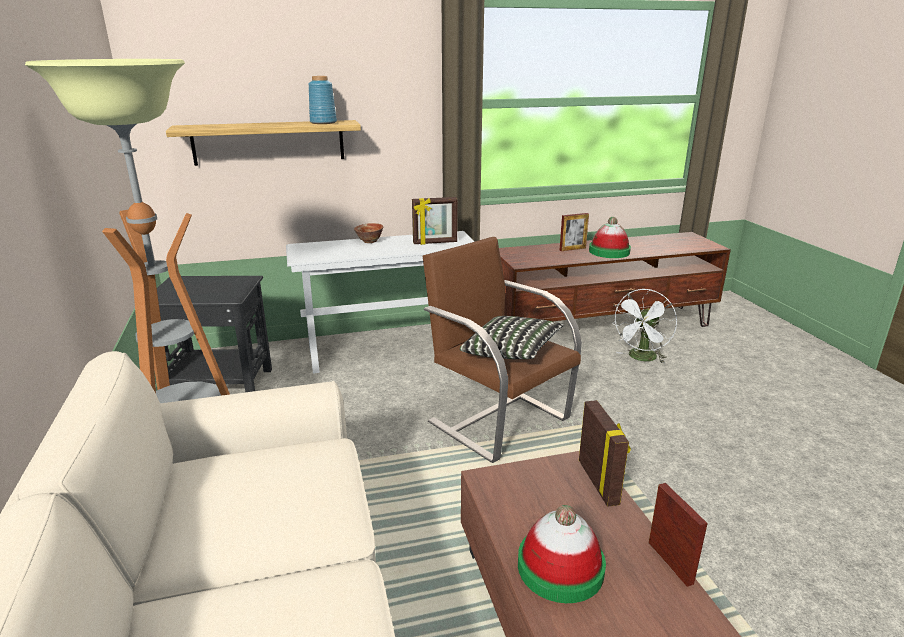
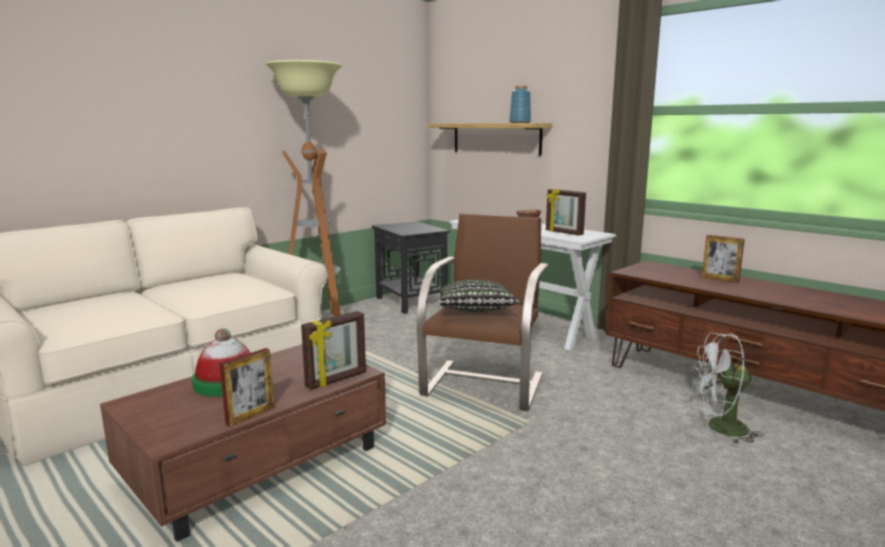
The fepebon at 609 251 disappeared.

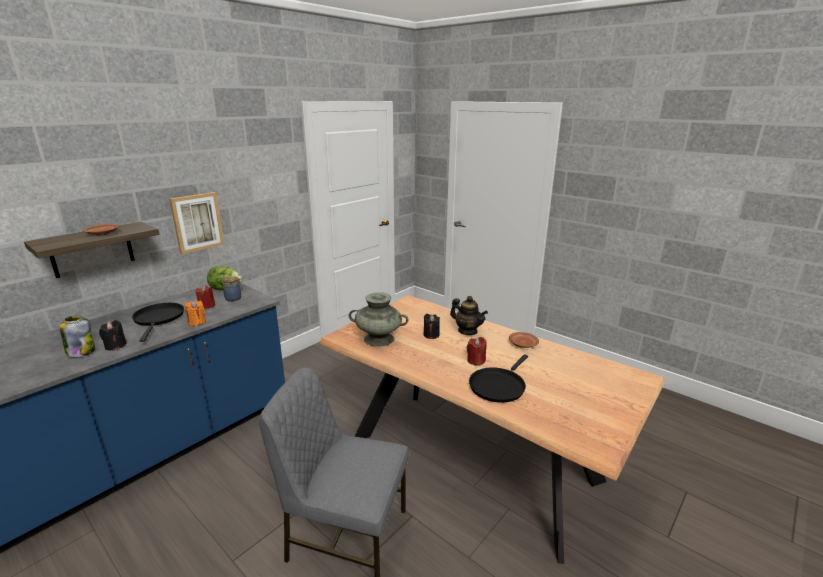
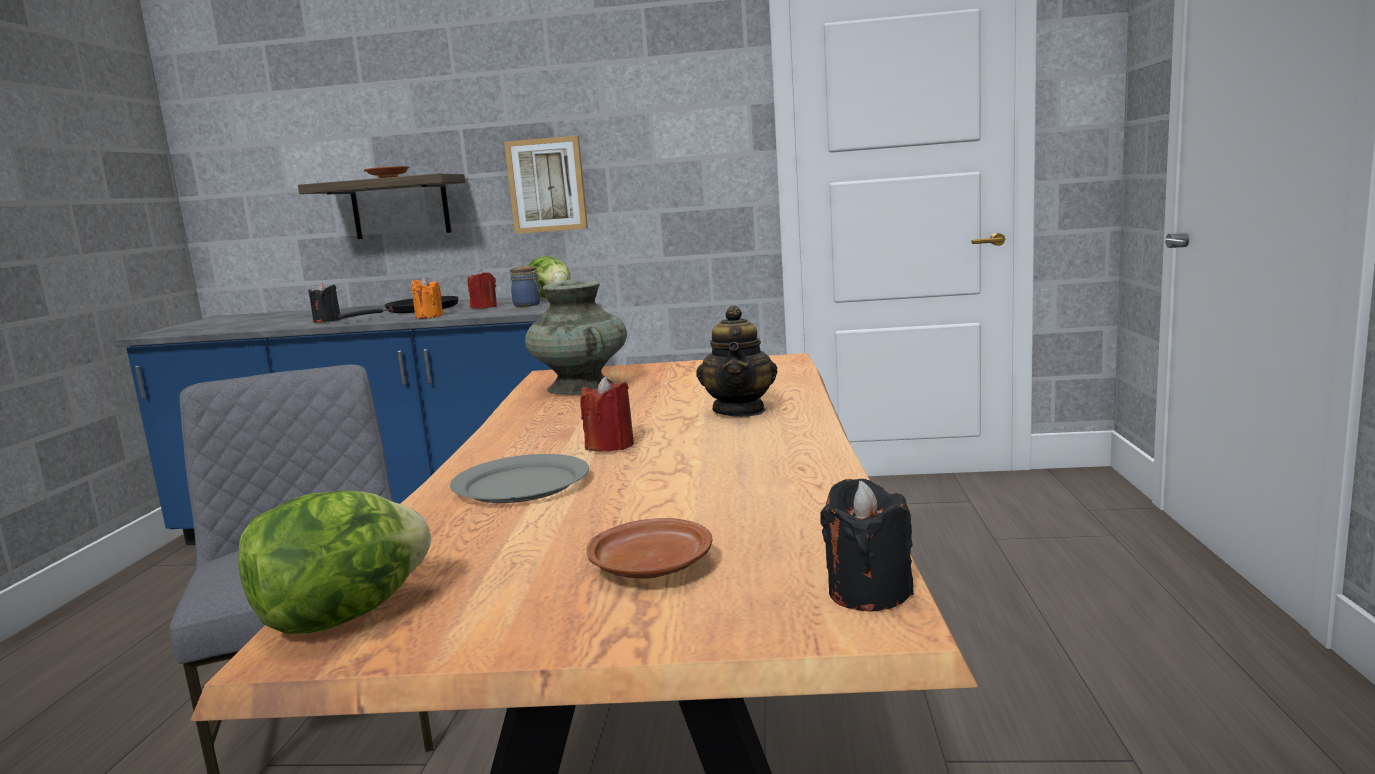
The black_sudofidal moved from 431 335 to 868 593. The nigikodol at 81 352 disappeared. The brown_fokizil moved from 522 344 to 651 567. The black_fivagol at 498 386 was replaced by the grey_fokizil at 520 484. The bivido at 343 617 appeared.

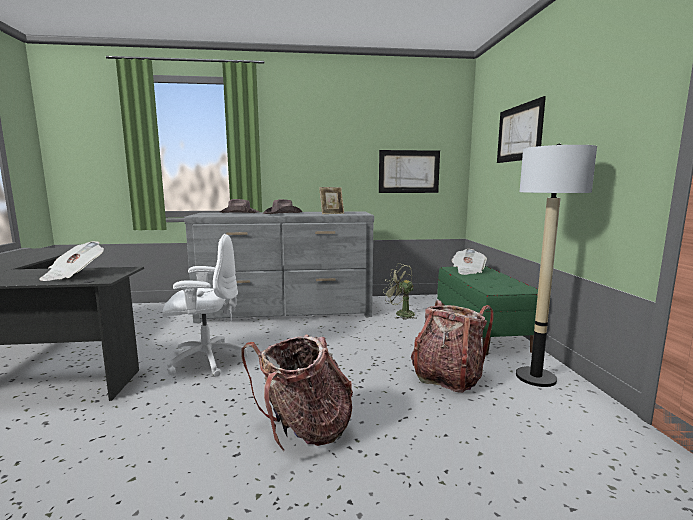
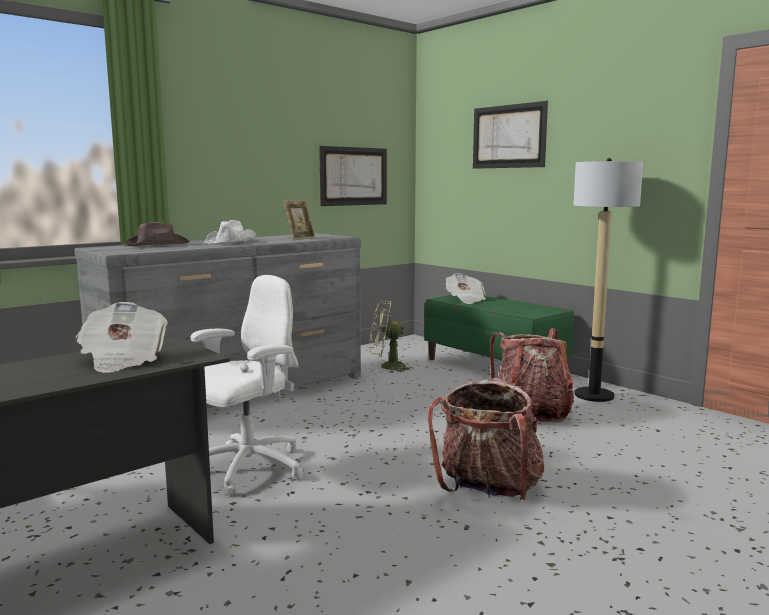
The brown_fepebon at 283 213 became the white_fepebon at 231 242.

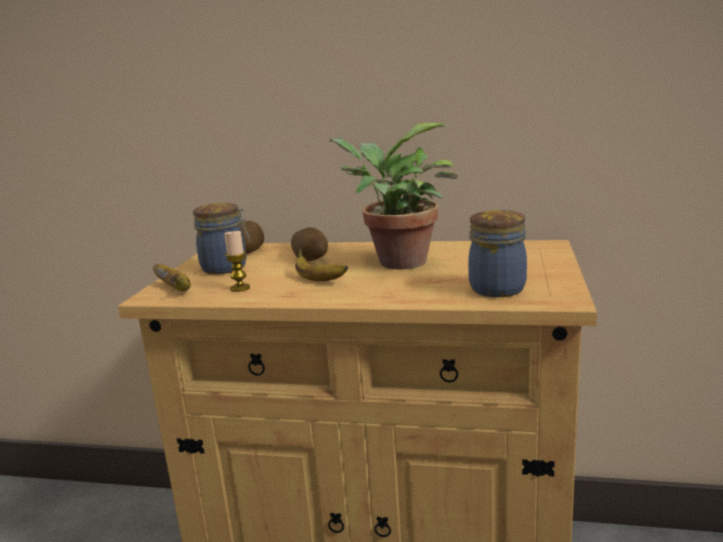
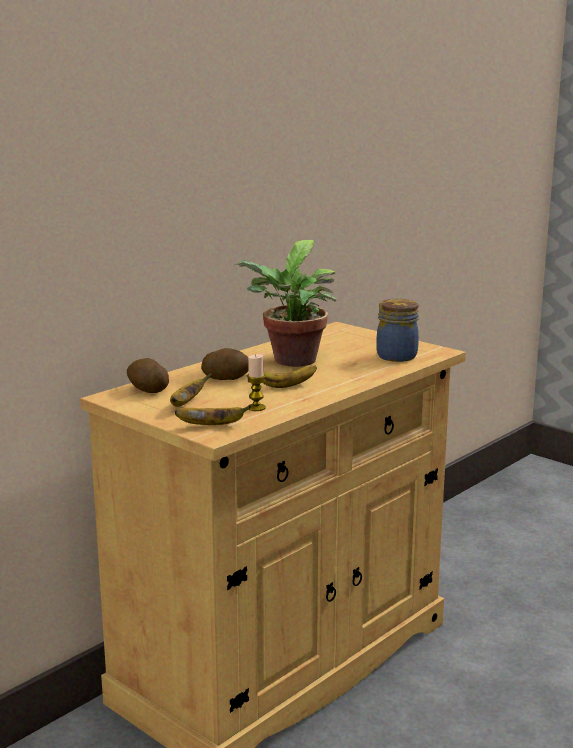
The nigikodol at 226 268 was replaced by the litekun at 186 404.

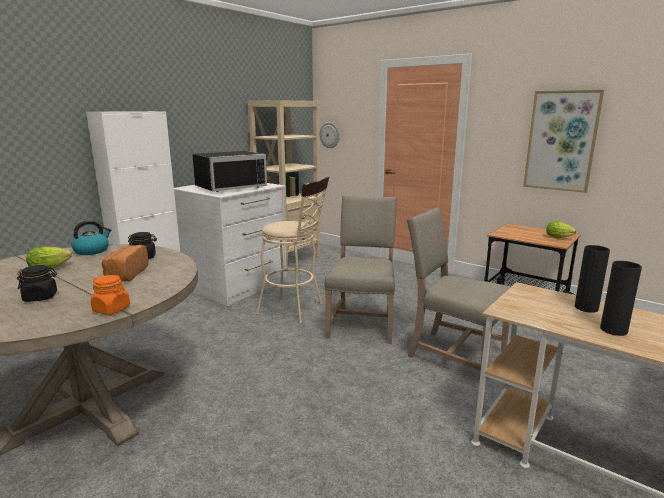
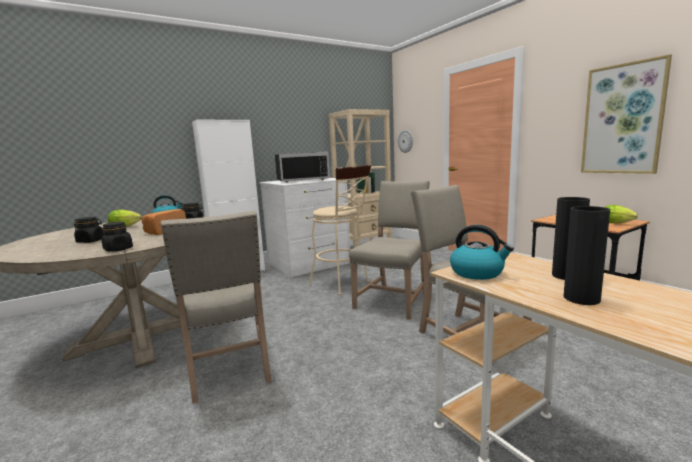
The orange_nigikodol at 112 309 became the black_nigikodol at 118 249. The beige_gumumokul at 229 368 appeared. The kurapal at 477 273 appeared.

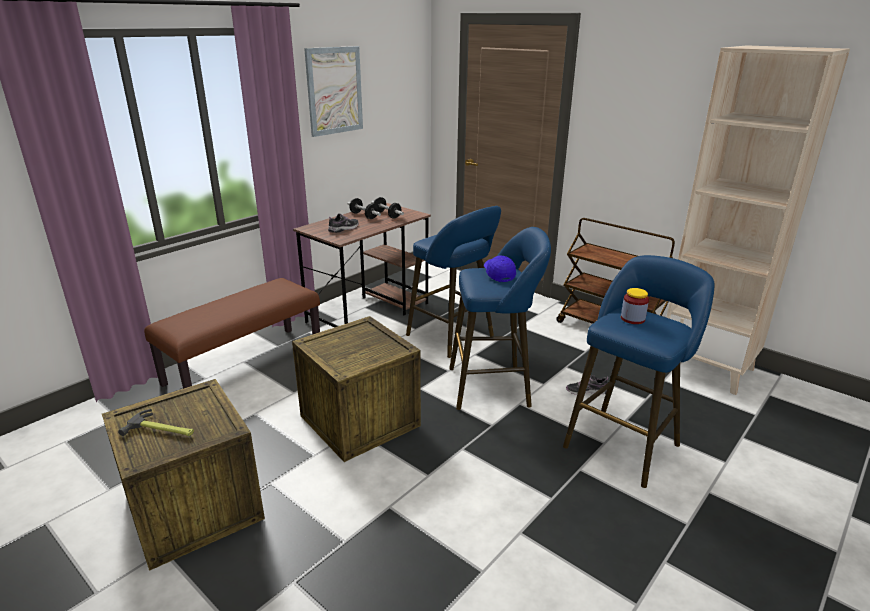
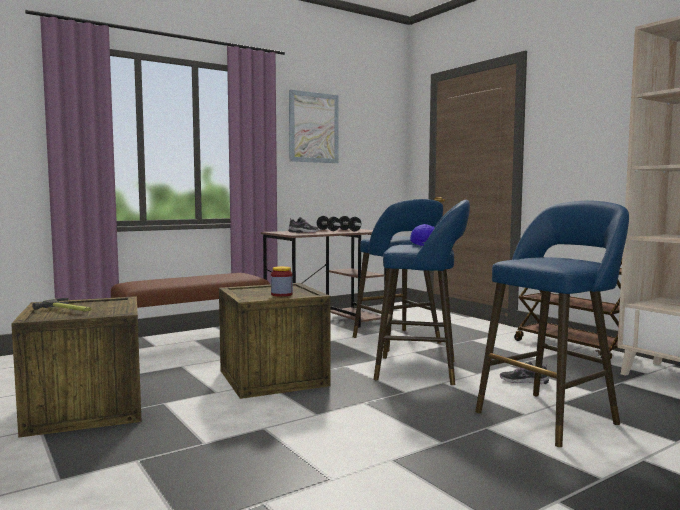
The nigikodol moved from 632 319 to 281 294.

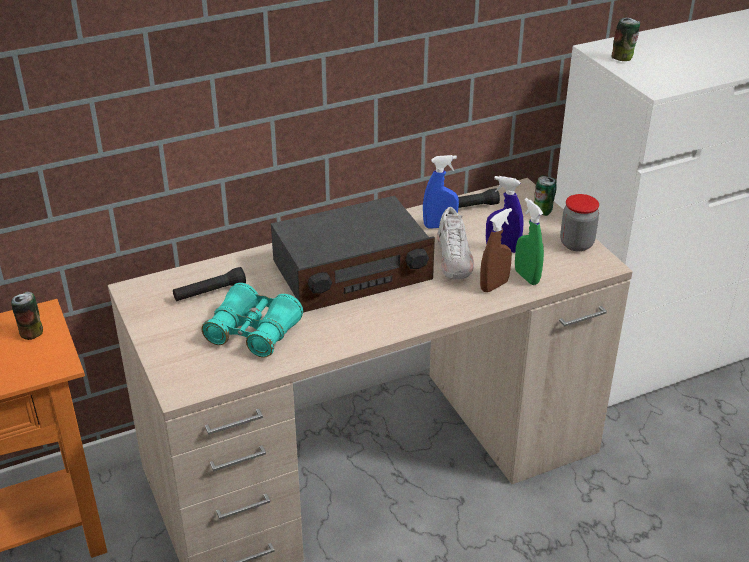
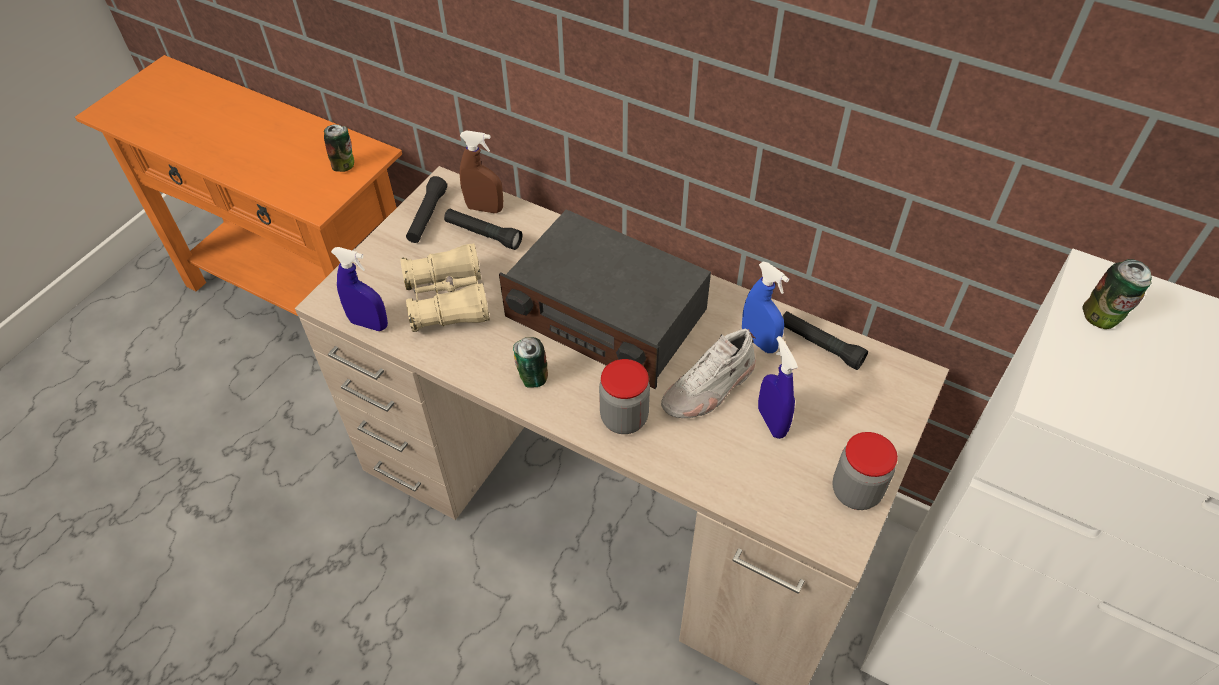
The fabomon moved from 542 211 to 532 378. The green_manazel at 526 277 disappeared. The brown_manazel moved from 494 286 to 484 208. The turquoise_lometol at 253 332 became the beige_lometol at 448 300. The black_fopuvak at 427 217 appeared. The blue_manazel at 369 324 appeared. The nigikodol at 624 418 appeared.

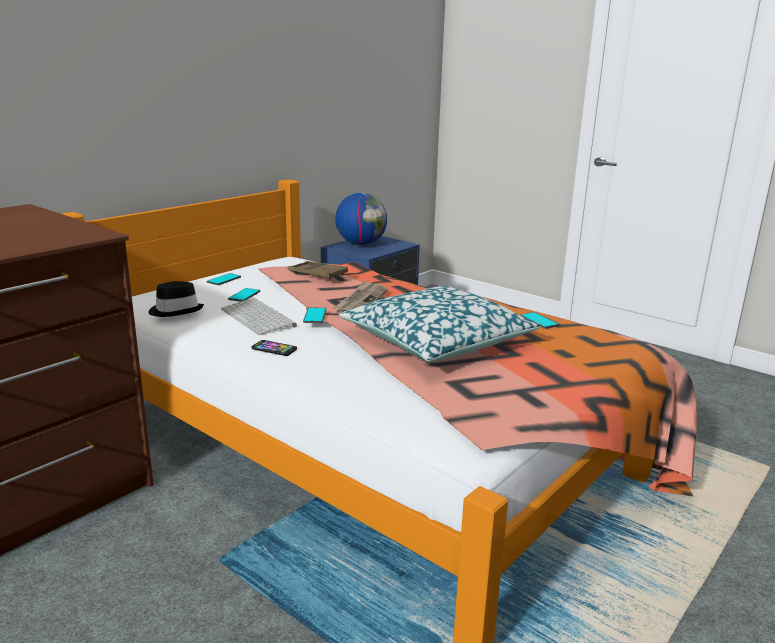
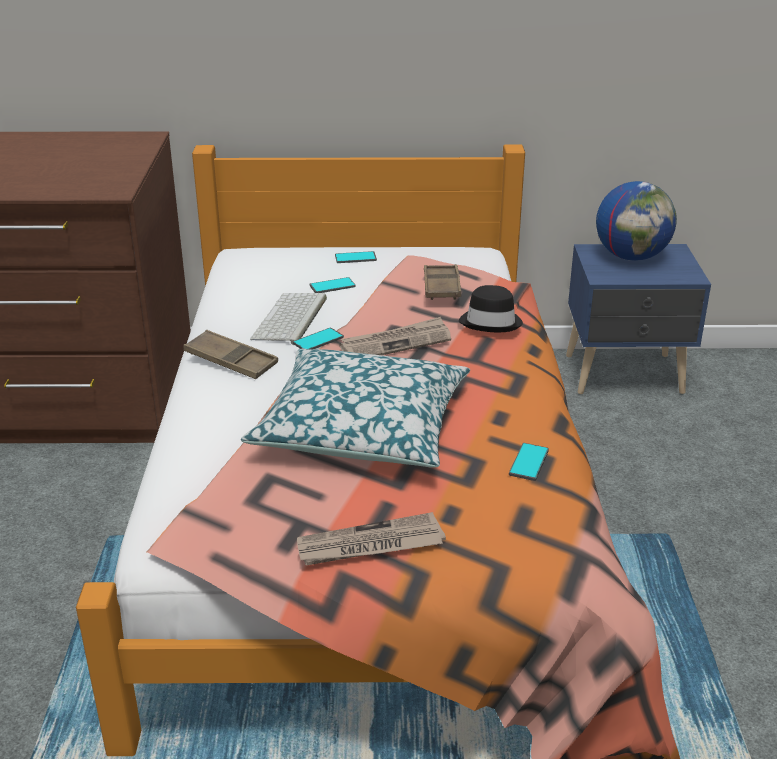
The black_fepebon moved from 176 310 to 491 322. The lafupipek at 274 349 was replaced by the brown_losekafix at 231 361. The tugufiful at 370 545 appeared.

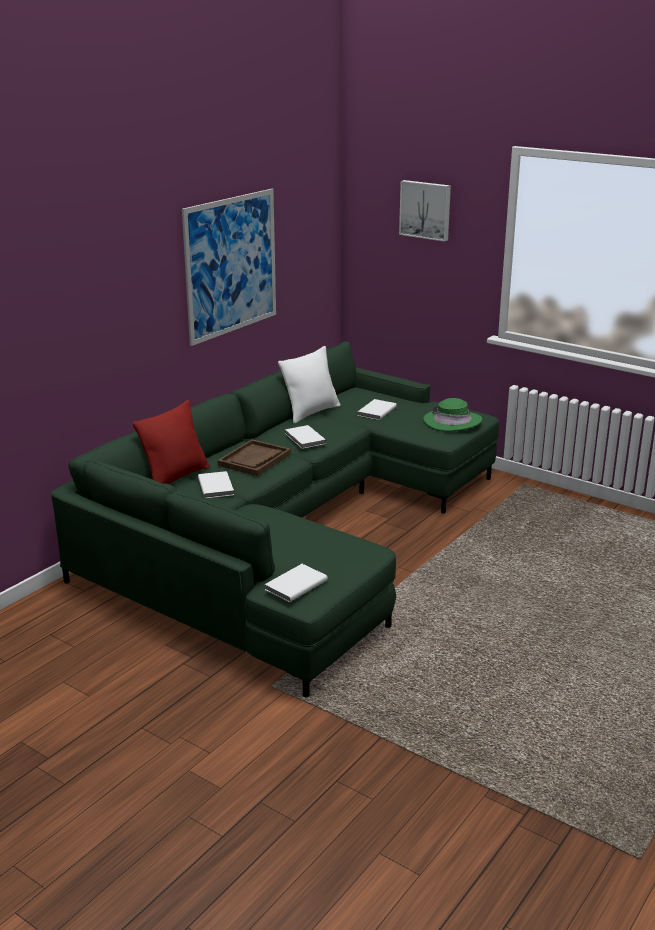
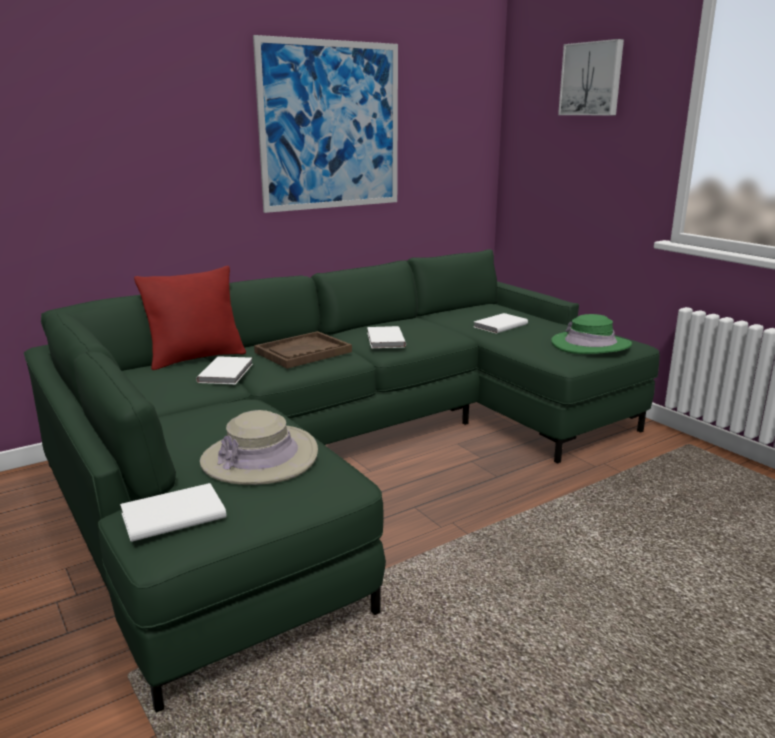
The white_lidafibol at 311 412 disappeared. The beige_fepebon at 260 457 appeared.

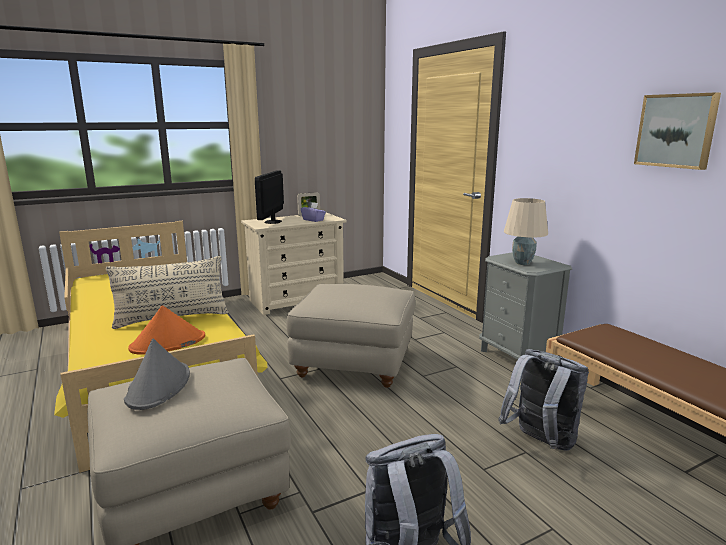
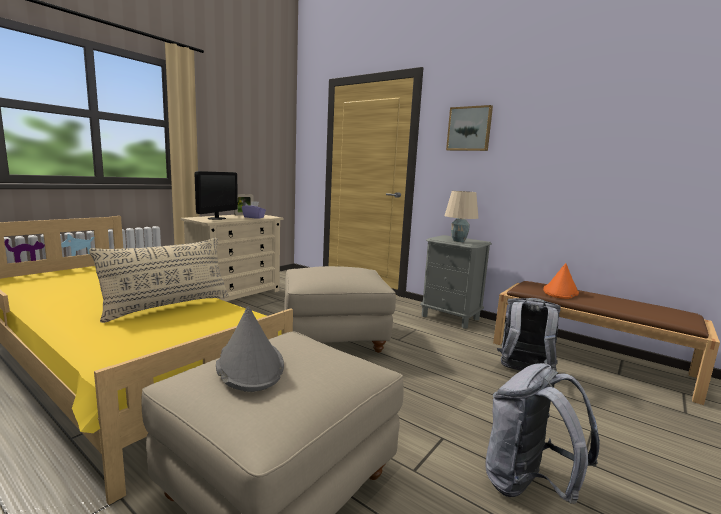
The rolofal moved from 676 131 to 469 129. The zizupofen at 273 222 turned 150 degrees counterclockwise. The orange_fepebon moved from 167 343 to 560 292.

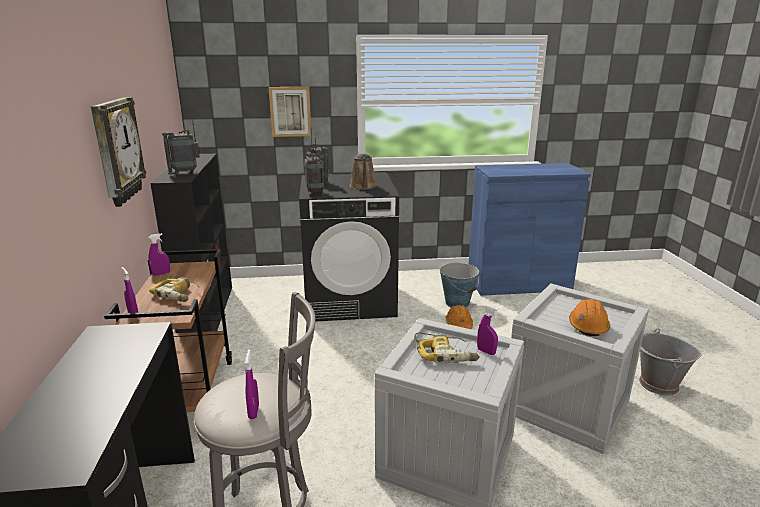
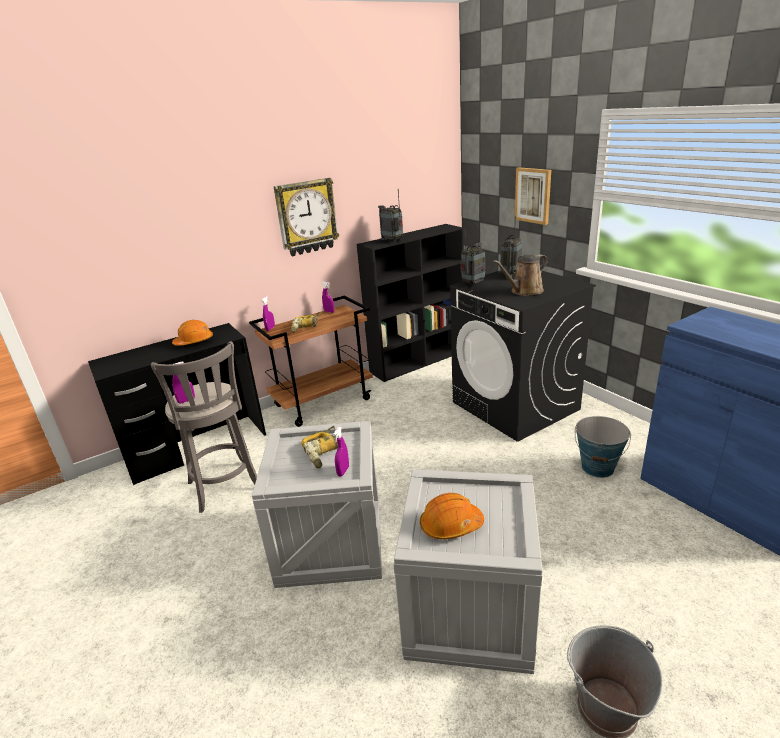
The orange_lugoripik moved from 459 324 to 194 341.

